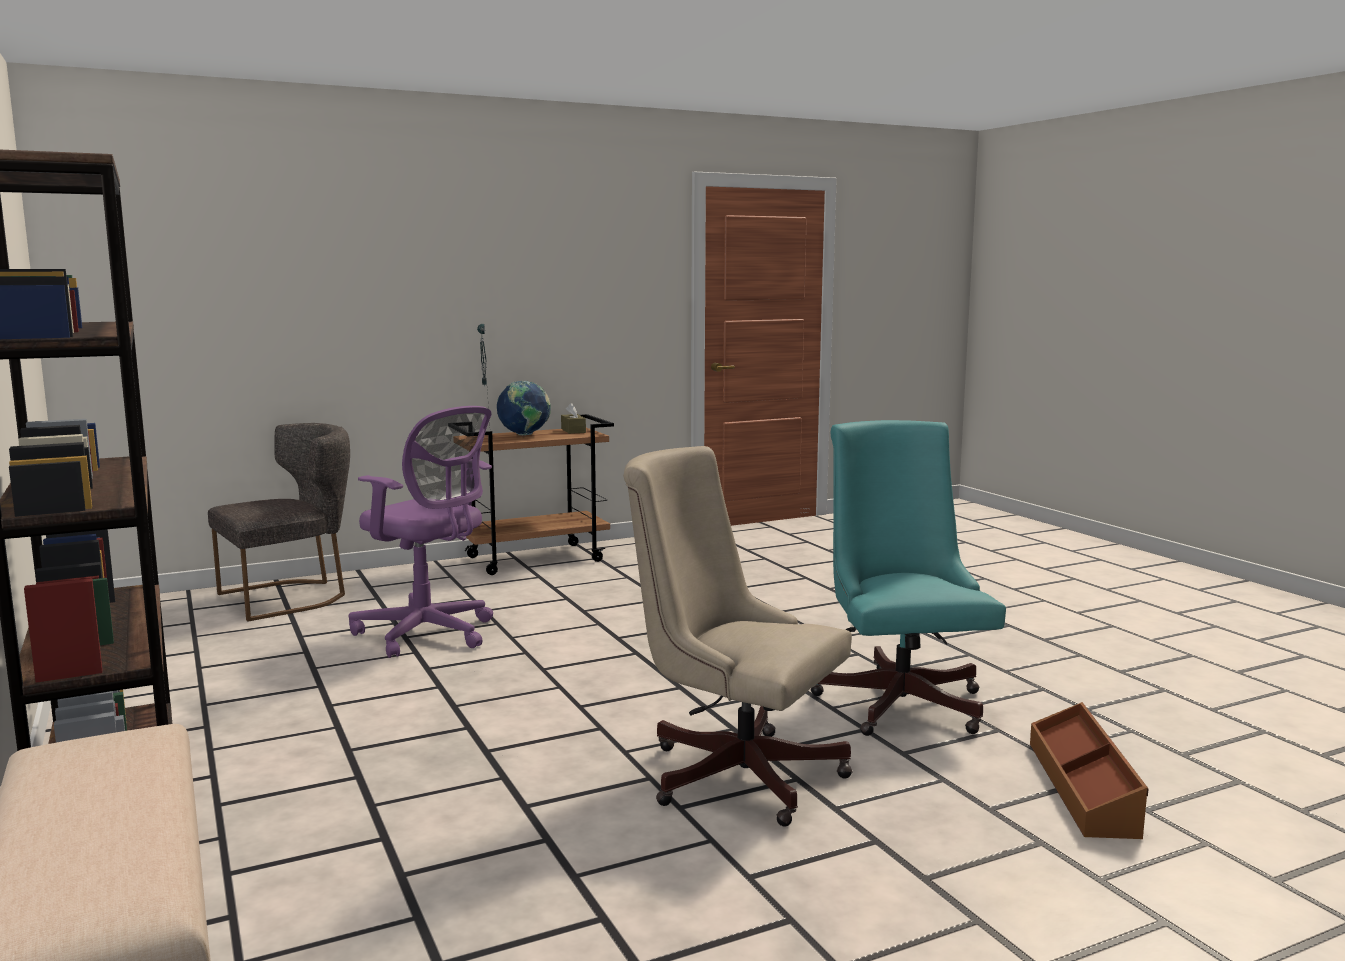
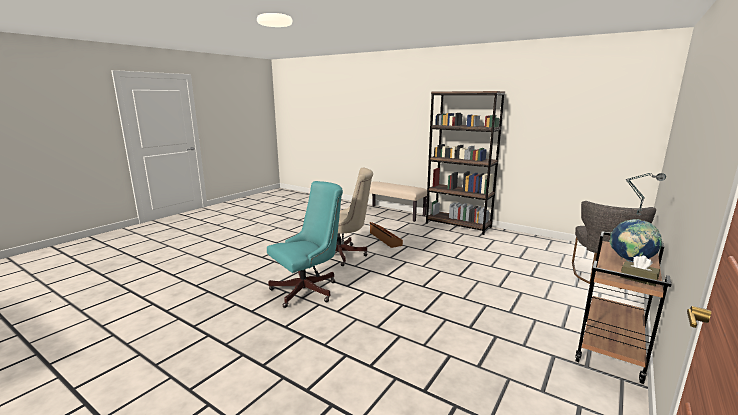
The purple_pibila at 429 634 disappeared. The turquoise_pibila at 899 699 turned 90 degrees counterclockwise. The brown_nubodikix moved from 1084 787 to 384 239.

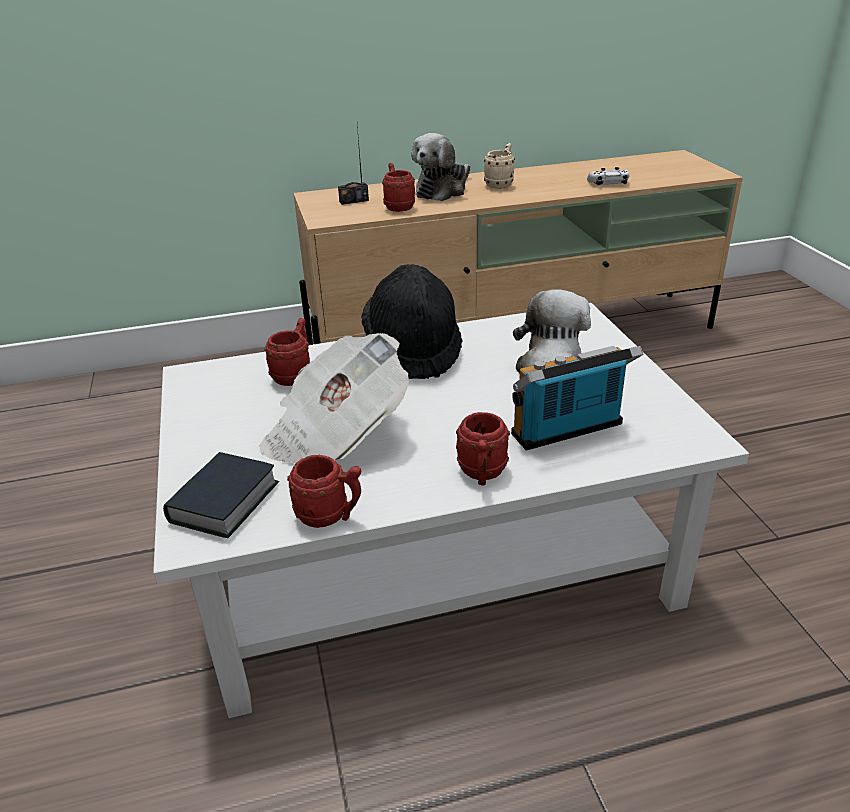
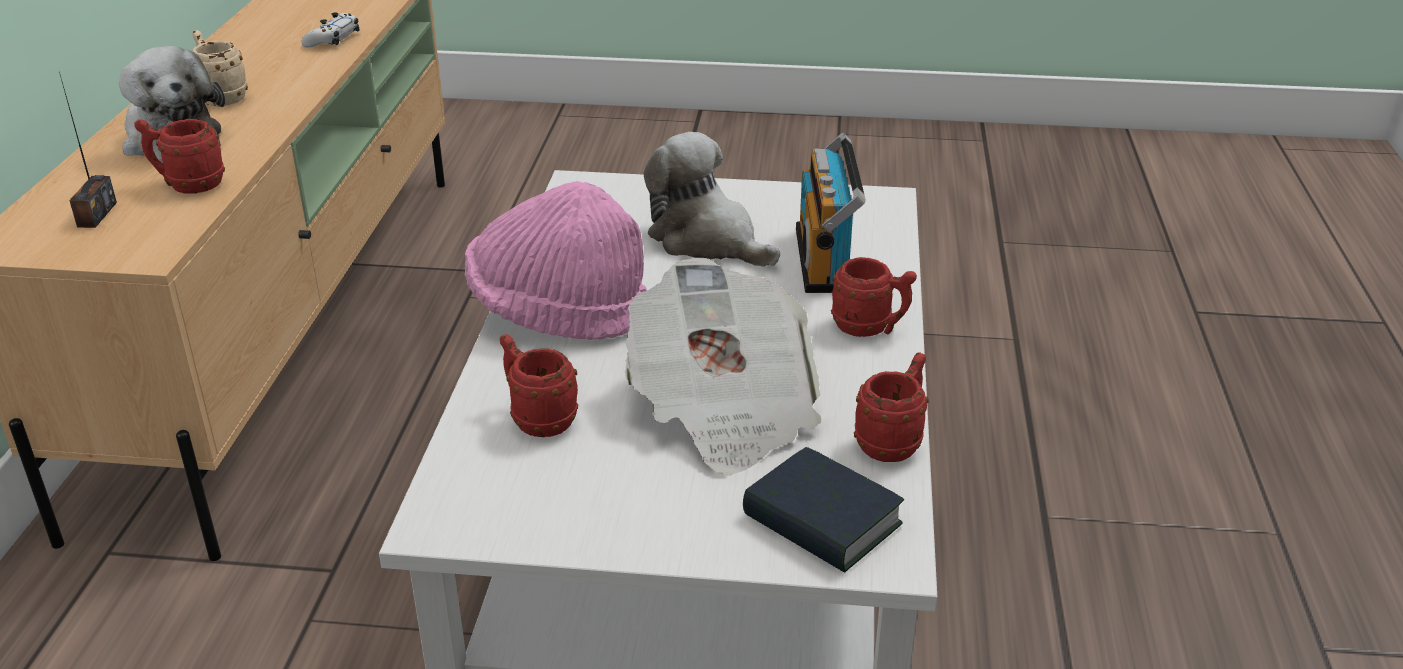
The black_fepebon at 413 351 became the pink_fepebon at 559 312.

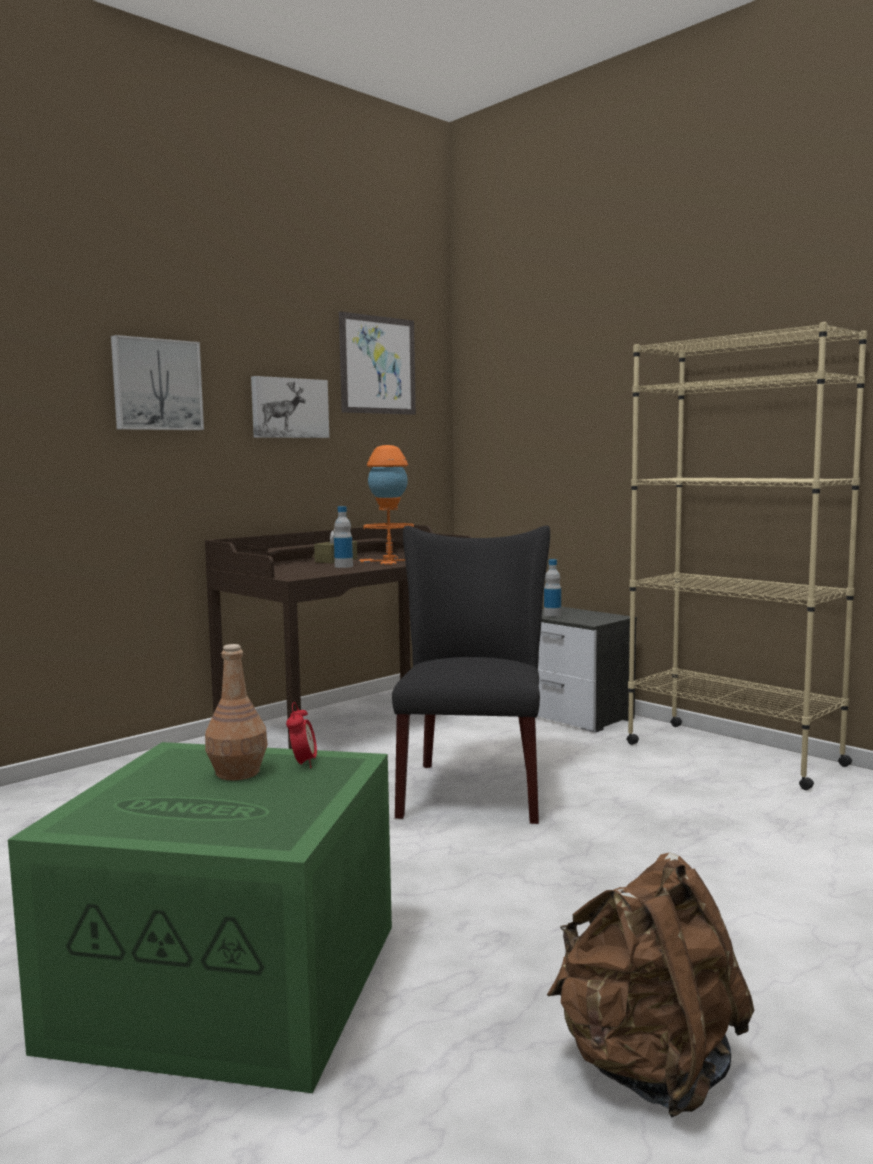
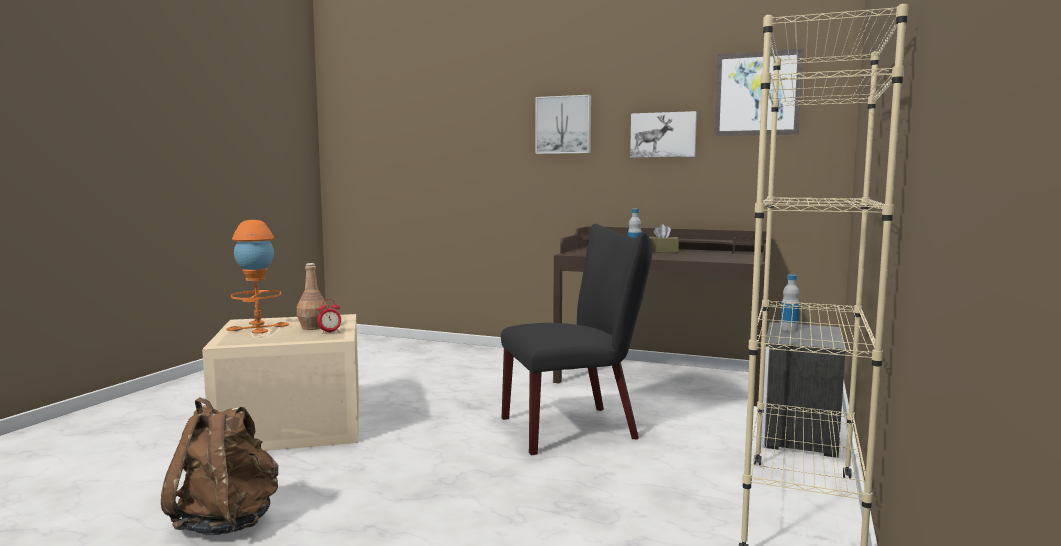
The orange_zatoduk moved from 389 561 to 258 327. The green_nubodikix at 236 982 became the beige_nubodikix at 294 425.

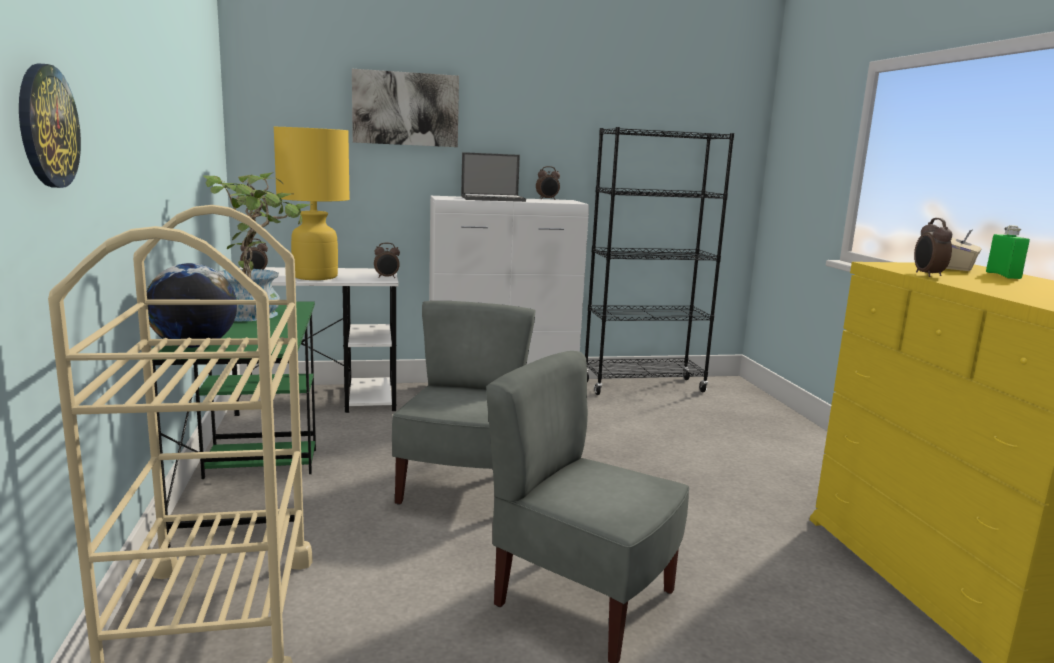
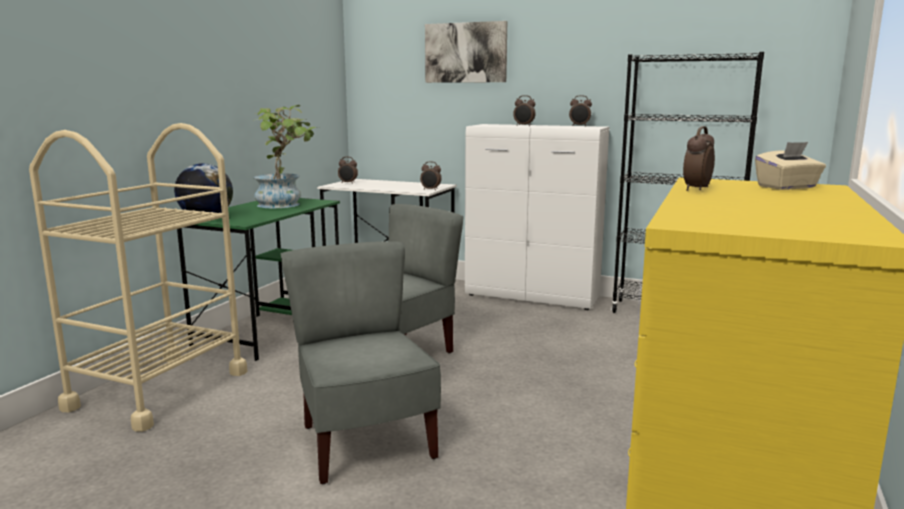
The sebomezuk at 47 126 disappeared. The yellow_zatoduk at 315 277 disappeared. The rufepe at 493 199 was replaced by the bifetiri at 524 125. The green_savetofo at 1003 275 disappeared.

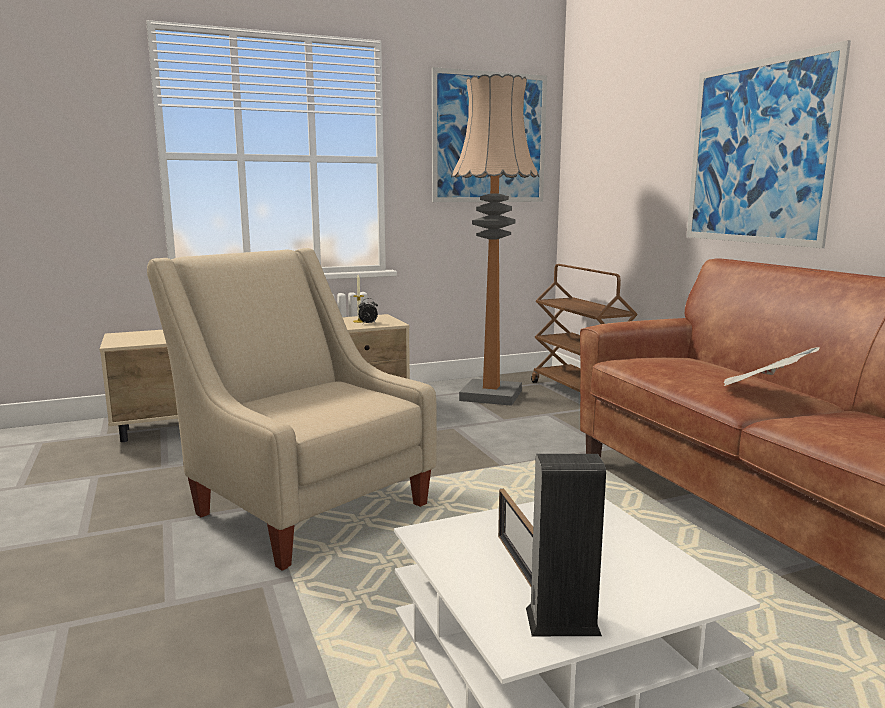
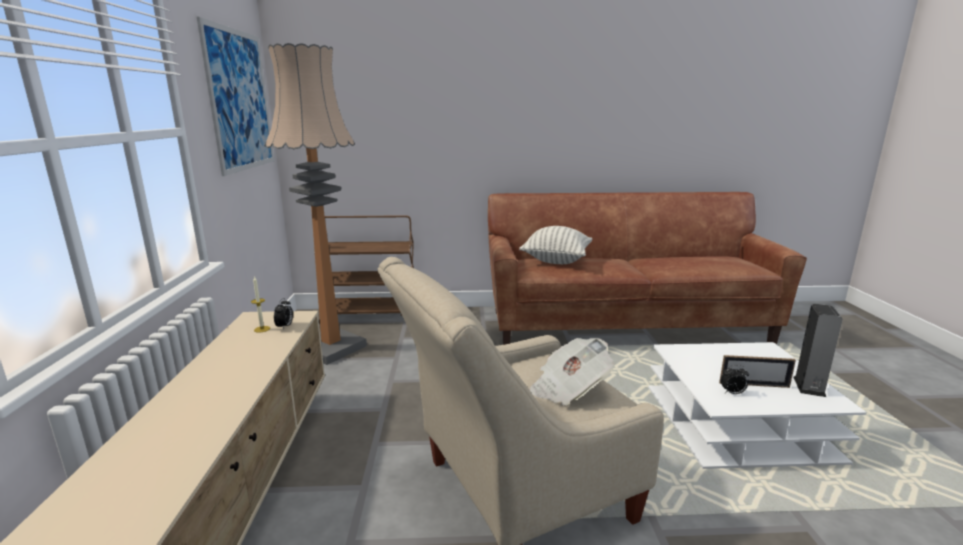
The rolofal at 758 153 disappeared. The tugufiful moved from 763 390 to 568 389. The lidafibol at 556 261 appeared. The bifetiri at 732 393 appeared.

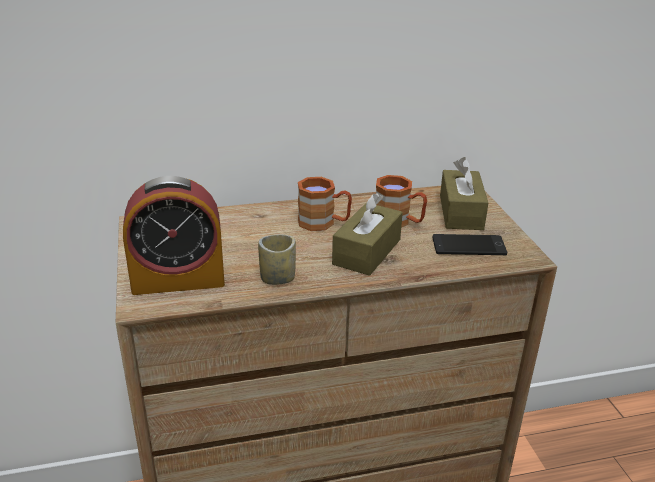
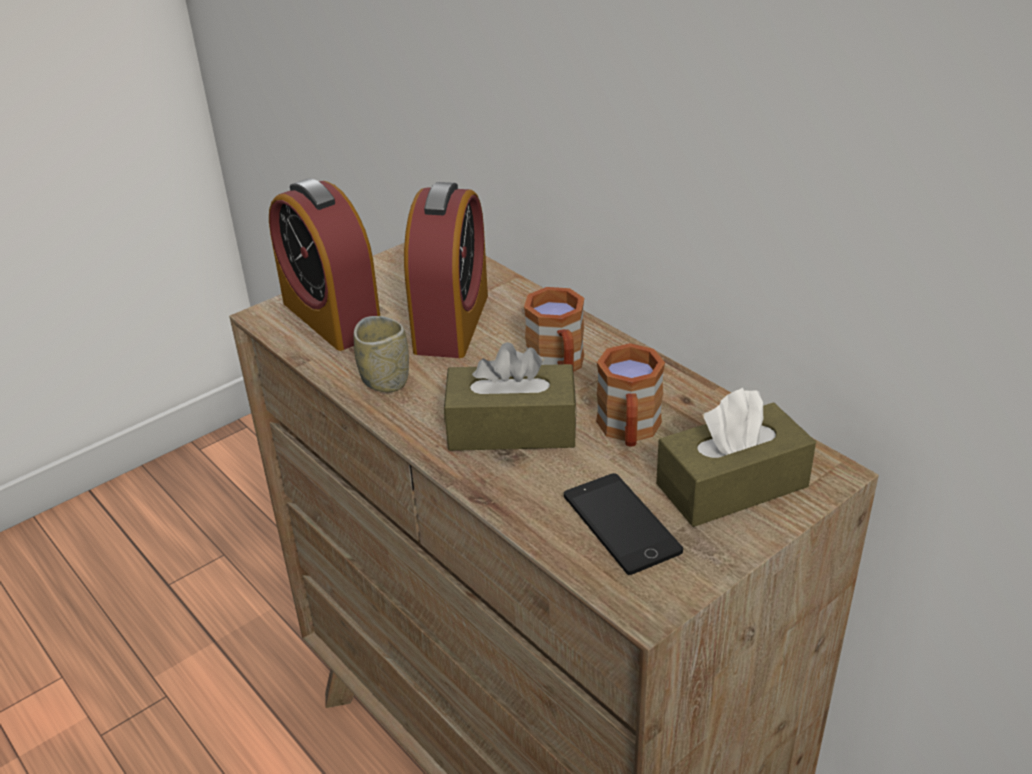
The bifetiri at 451 323 appeared.

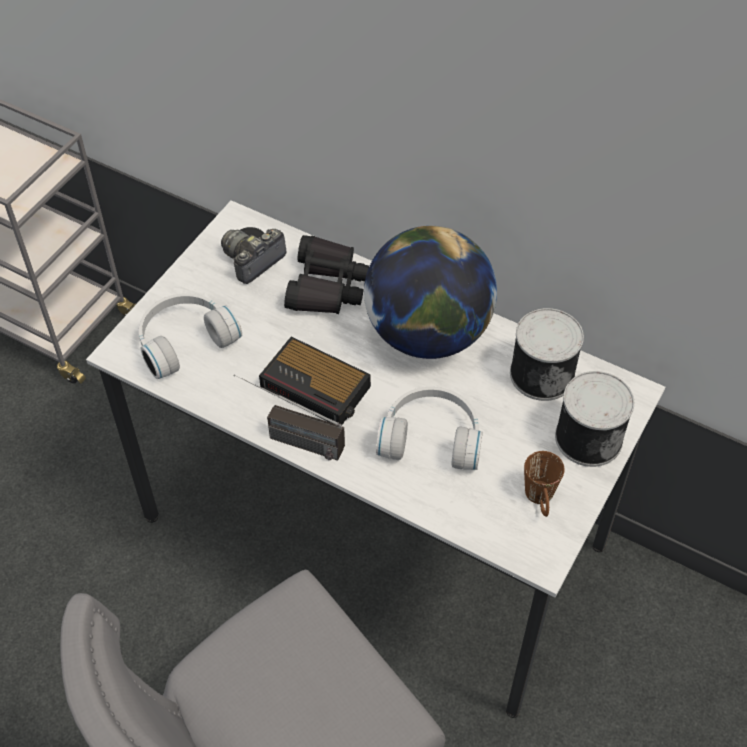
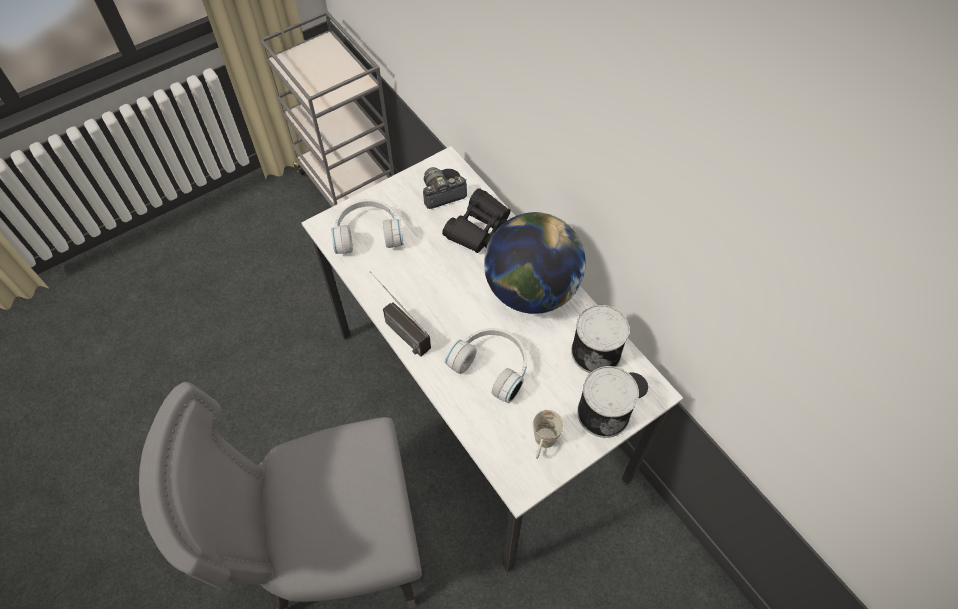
The bifetiri at 317 388 disappeared. The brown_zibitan at 541 500 became the white_zibitan at 543 444.

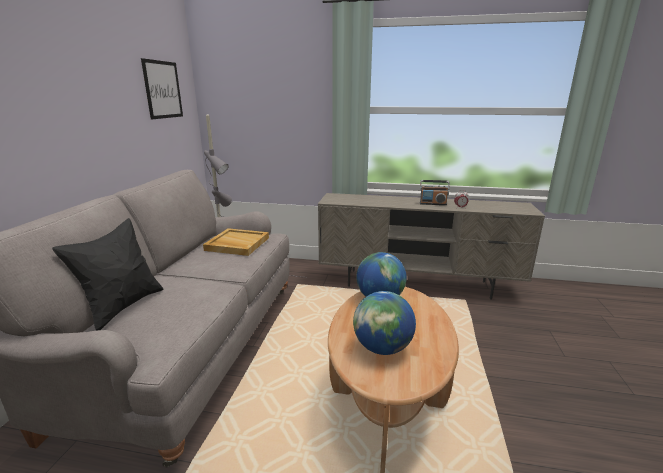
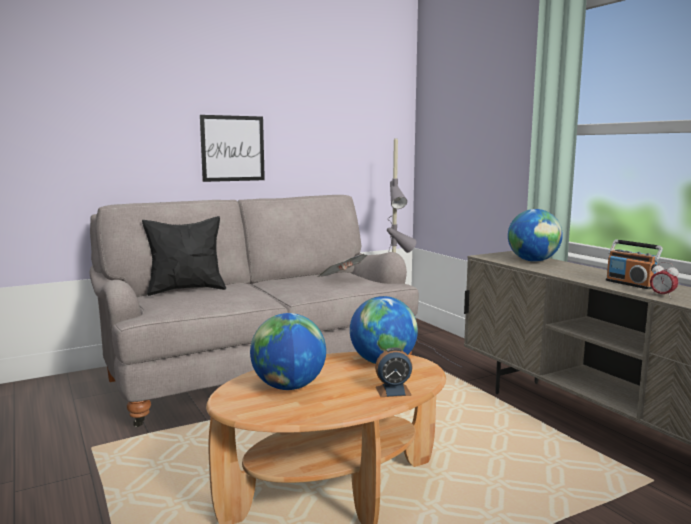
The rolofal moved from 163 90 to 232 148. The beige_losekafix at 237 244 was replaced by the tugufiful at 342 279. The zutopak at 533 261 appeared. The bifetiri at 393 391 appeared.

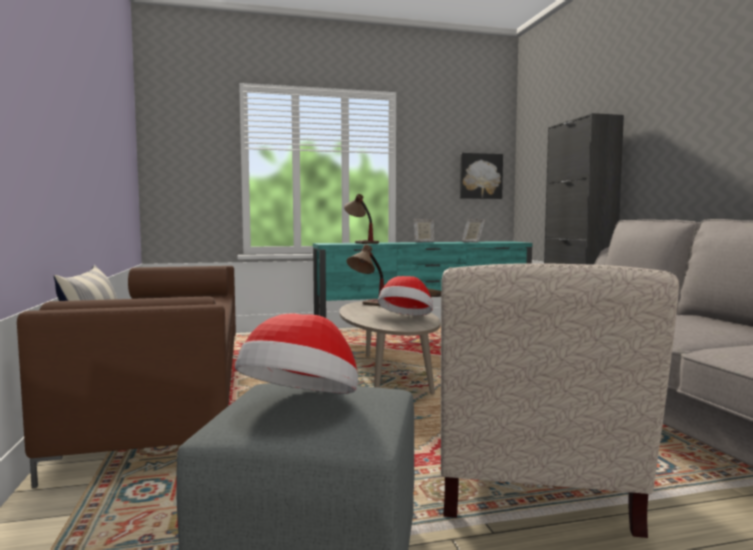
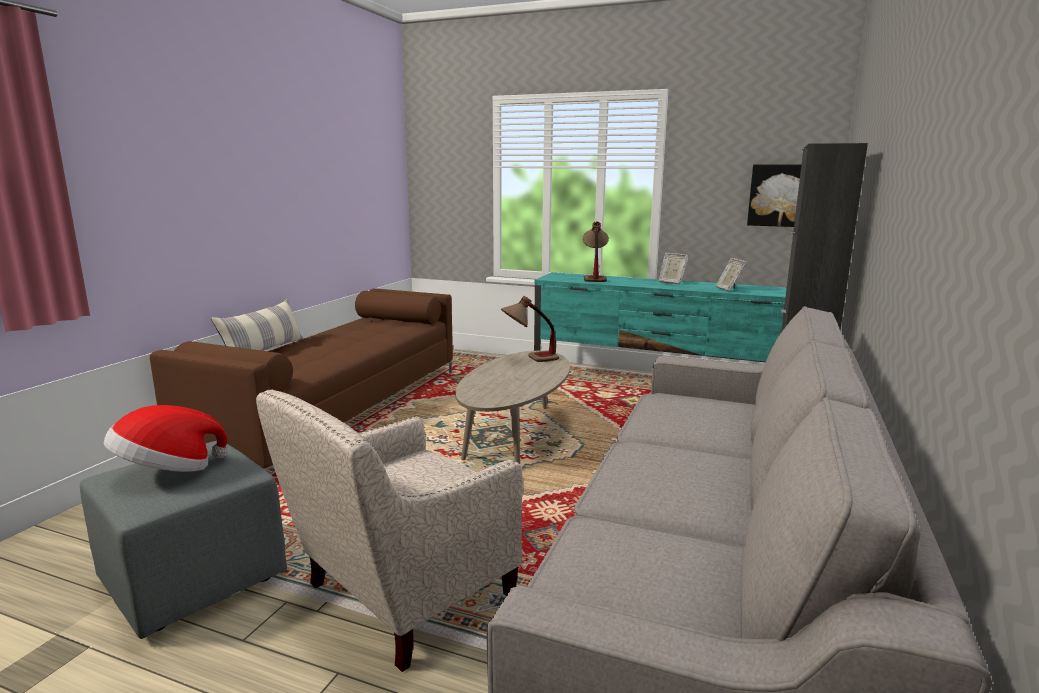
The fepebon at 406 319 disappeared.

